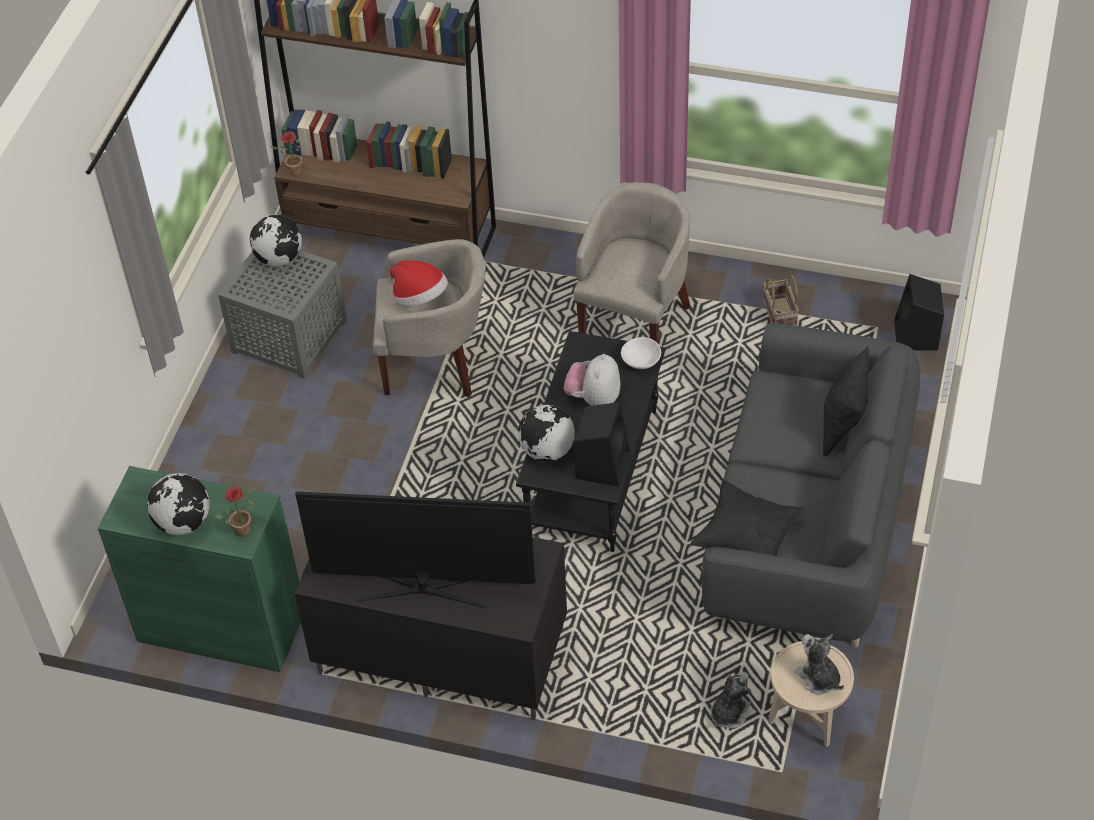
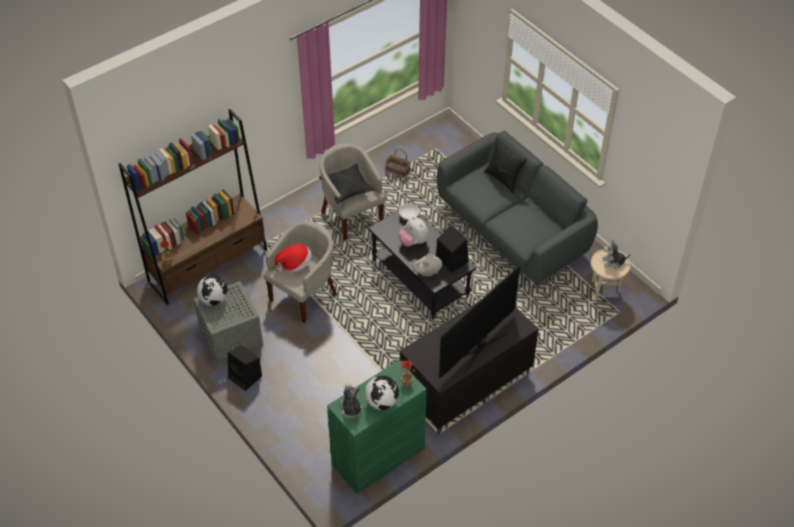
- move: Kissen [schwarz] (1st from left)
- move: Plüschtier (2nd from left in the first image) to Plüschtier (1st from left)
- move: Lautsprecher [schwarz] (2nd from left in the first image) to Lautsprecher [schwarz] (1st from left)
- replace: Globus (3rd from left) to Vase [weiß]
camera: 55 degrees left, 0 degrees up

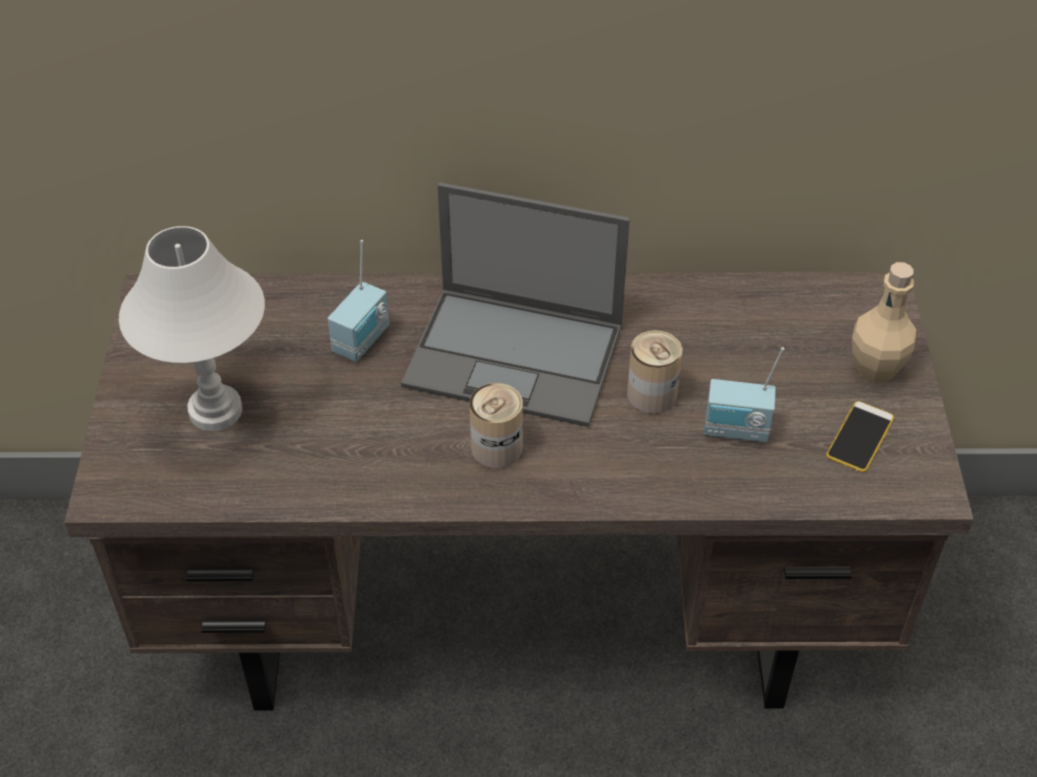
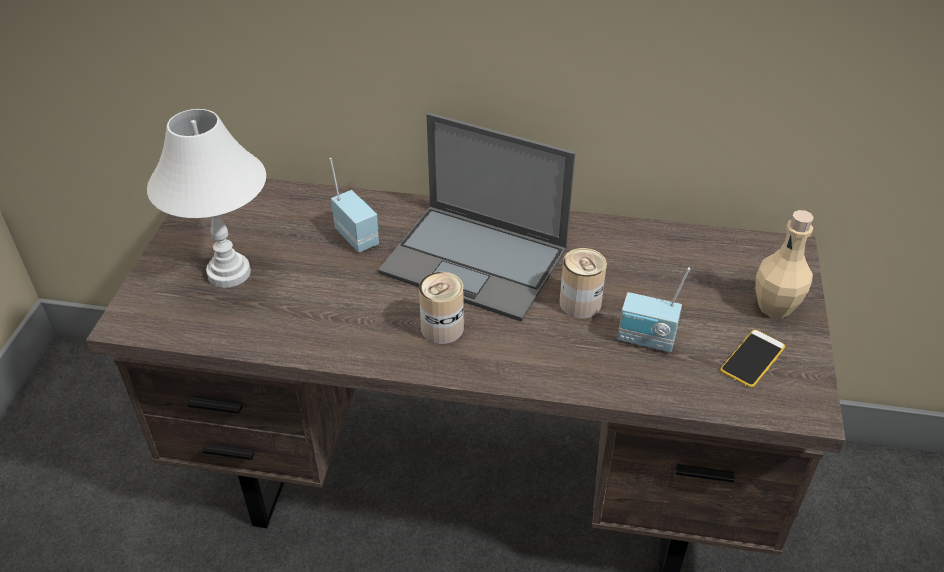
- rotate: Radio (1st from left) 75 degrees counterclockwise
camera: 10 degrees right, 5 degrees down

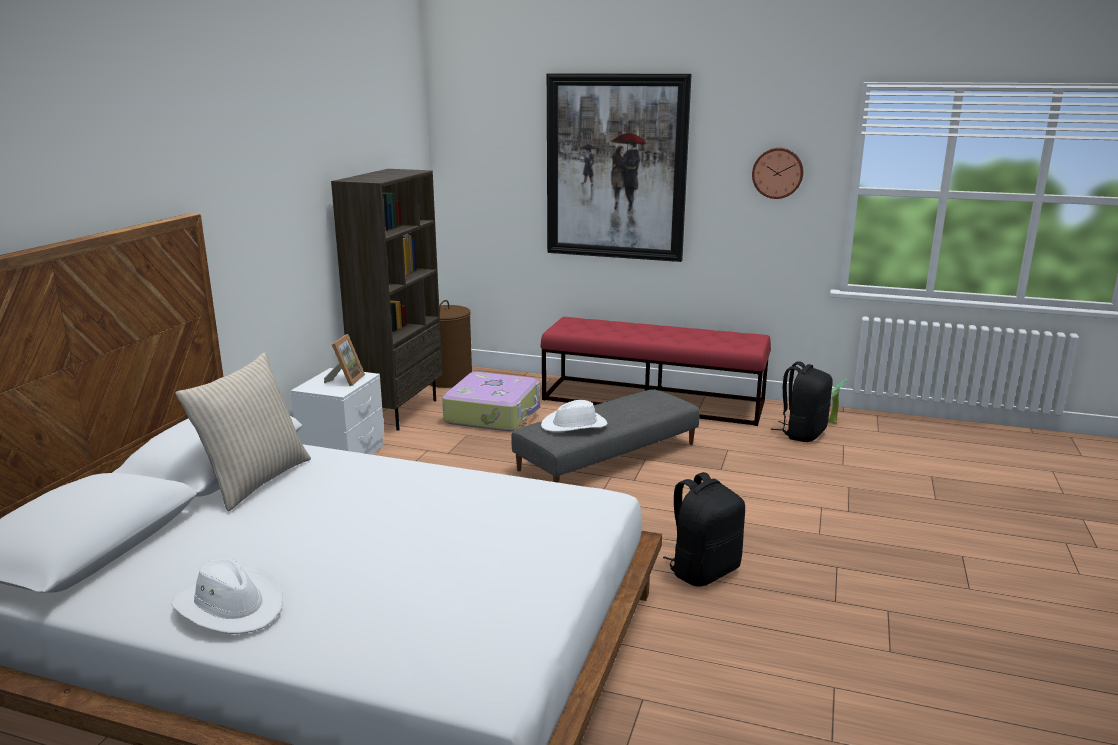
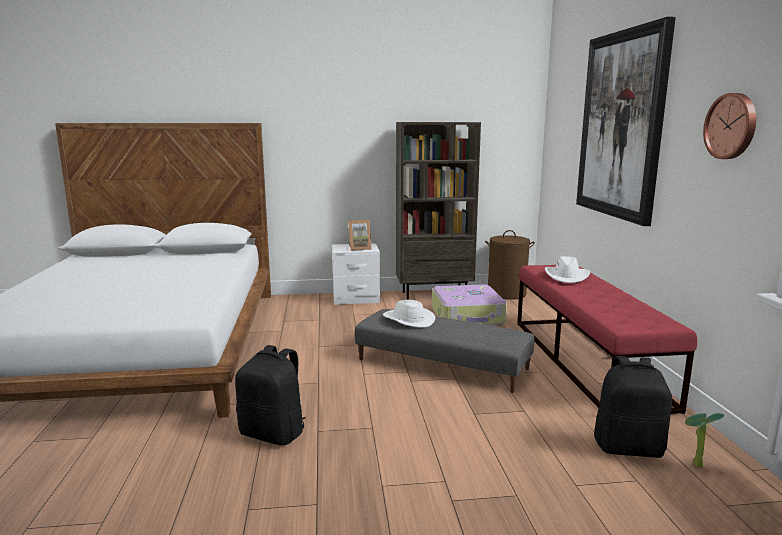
- delete: Kissen [beige]
- move: Hut [weiß] (1st from left in the first image) to Hut [weiß] (2nd from left)
camera: 65 degrees right, 5 degrees down

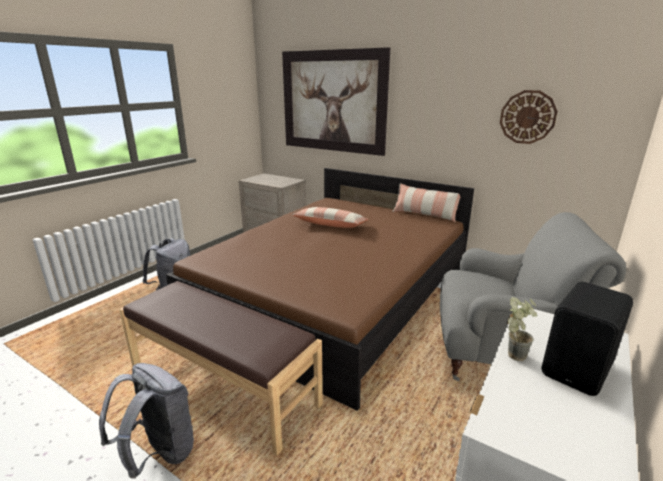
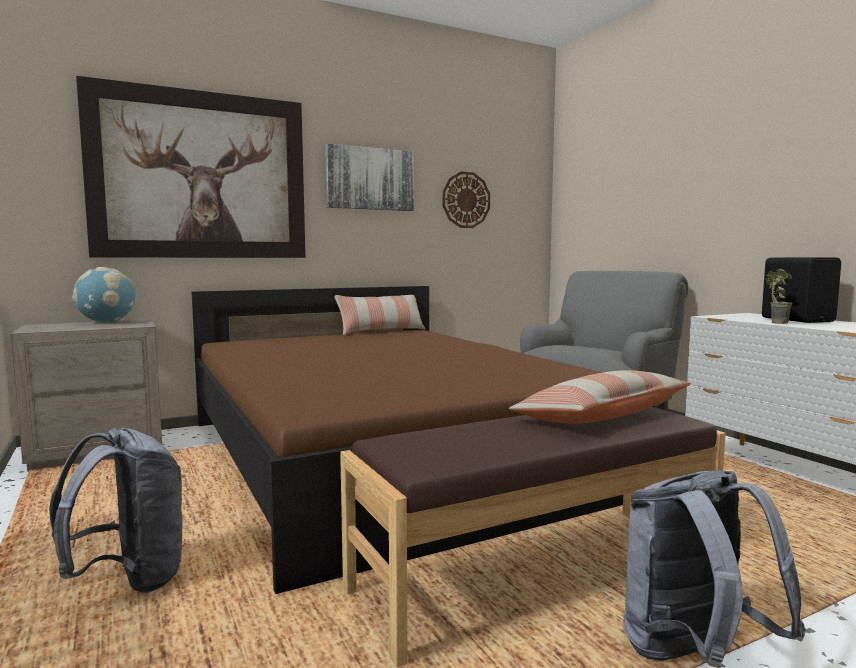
- insert: Globus
- insert: Bild (2nd from left)
- move: Kissen (1st from left in the first image) to Kissen (2nd from left)
camera: 60 degrees left, 15 degrees down

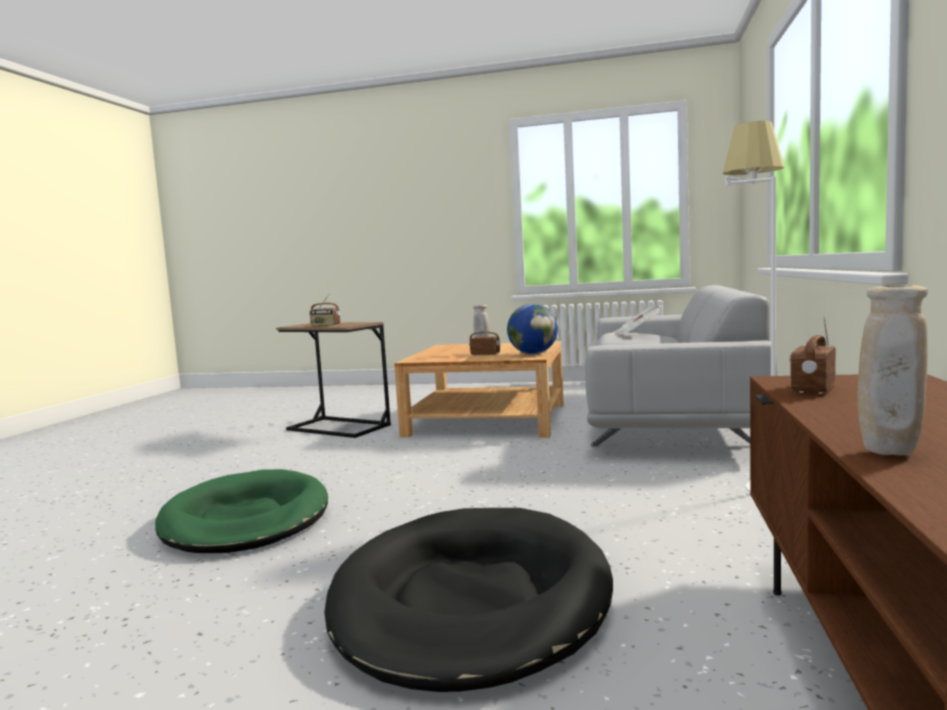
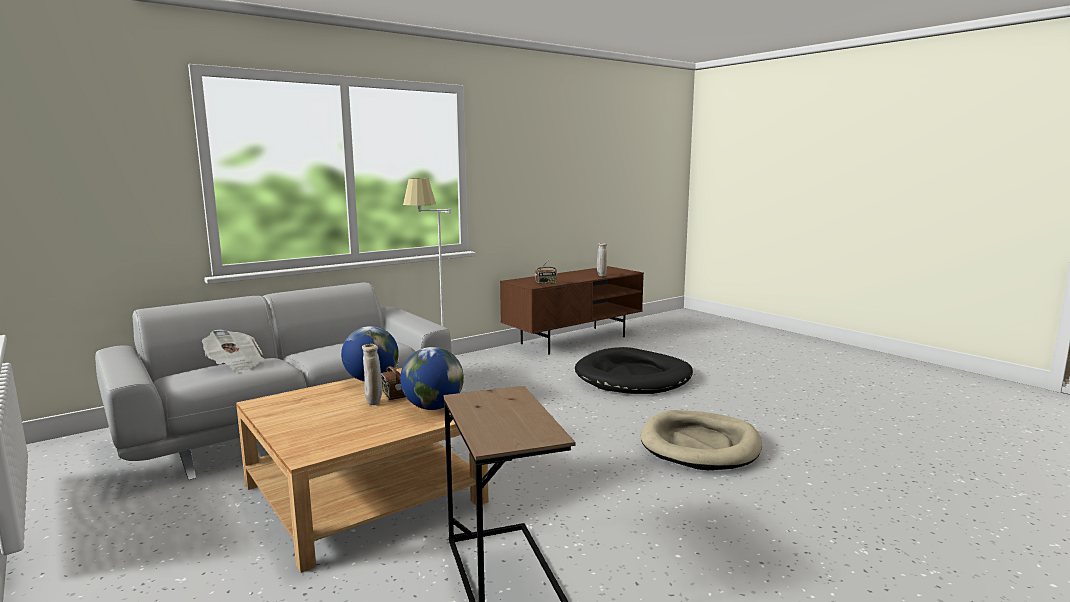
- delete: Radio (1st from left)
- insert: Globus (2nd from left)
- recolor: Hundebett [grün] to Hundebett [beige]
camera: 140 degrees left, 5 degrees up

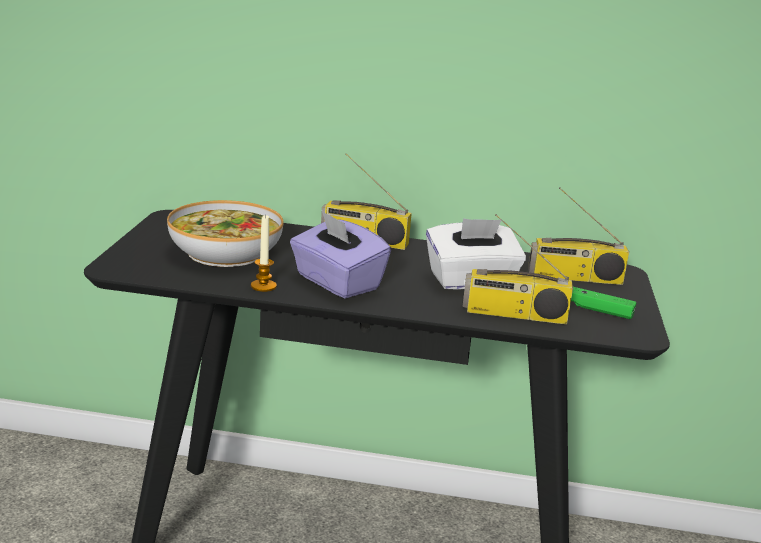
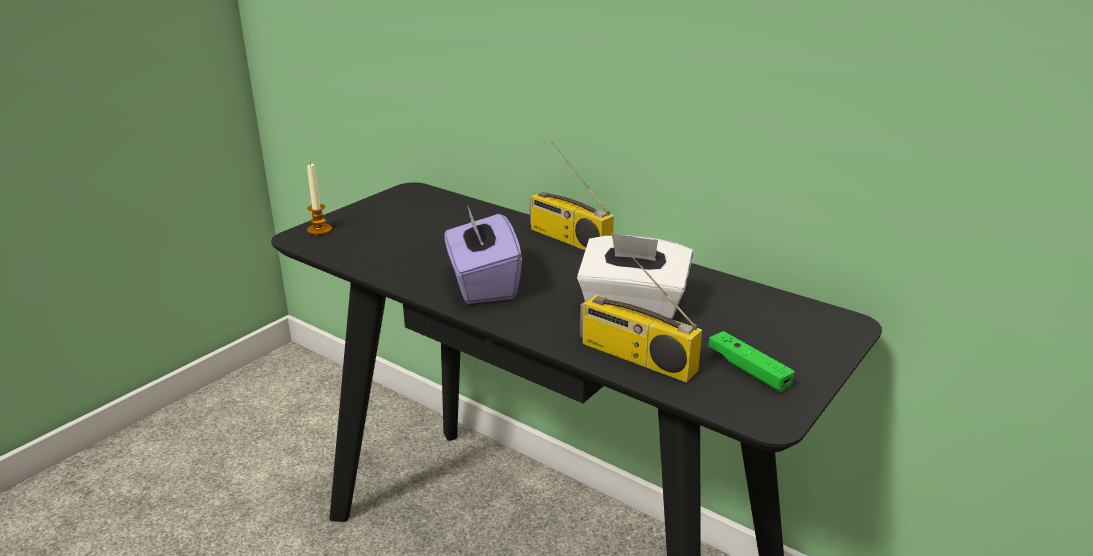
- delete: Schüssel
- delete: Radio (3rd from left)
- move: Kerze
camera: 30 degrees right, 5 degrees up

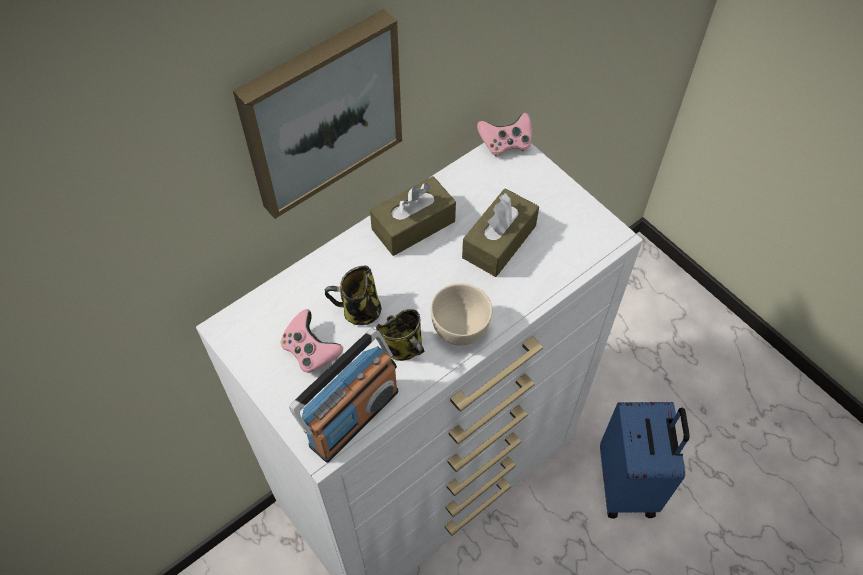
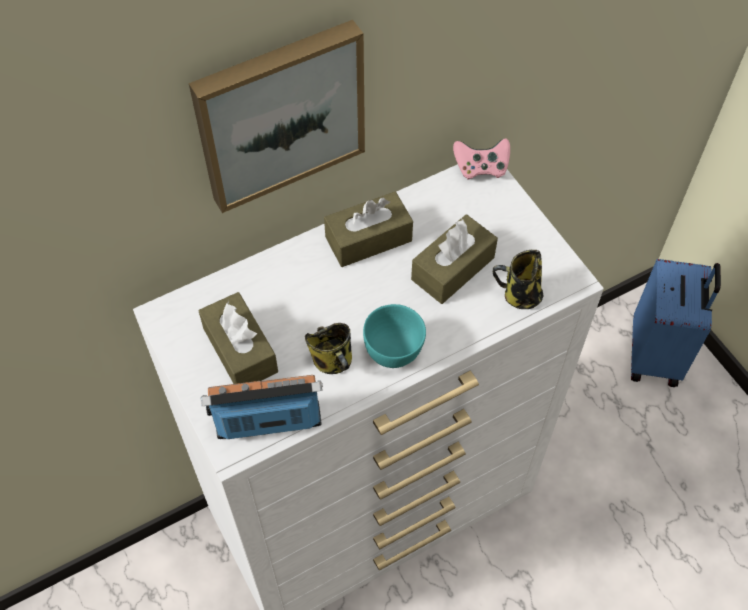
- move: Henkelbecher (1st from left in the first image) to Henkelbecher (2nd from left)
- move: Koffer [blau]
- replace: Gamepad [rosa] (1st from left) to Taschentuchbox [braun] (1st from left)
- recolor: Schüssel [beige] to Schüssel [türkis]
- rotate: Radio 150 degrees counterclockwise
camera: 10 degrees right, 0 degrees up

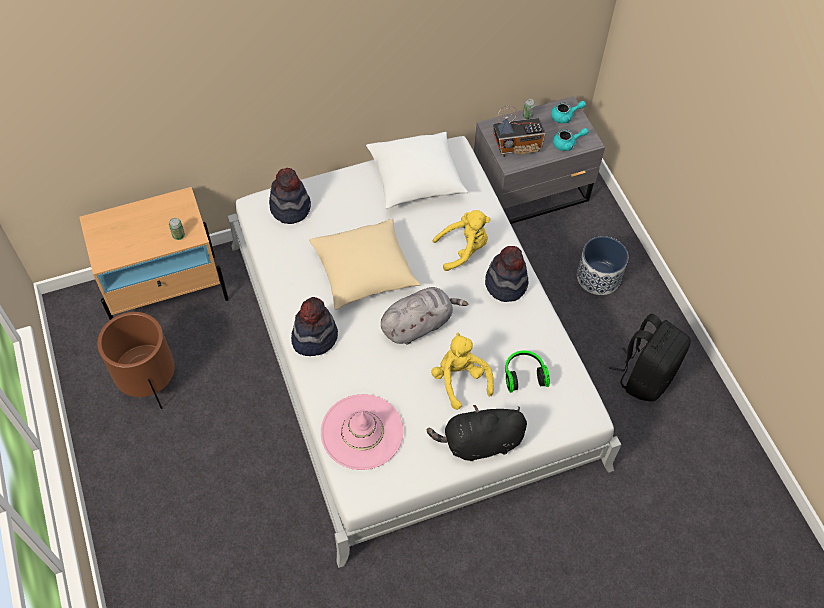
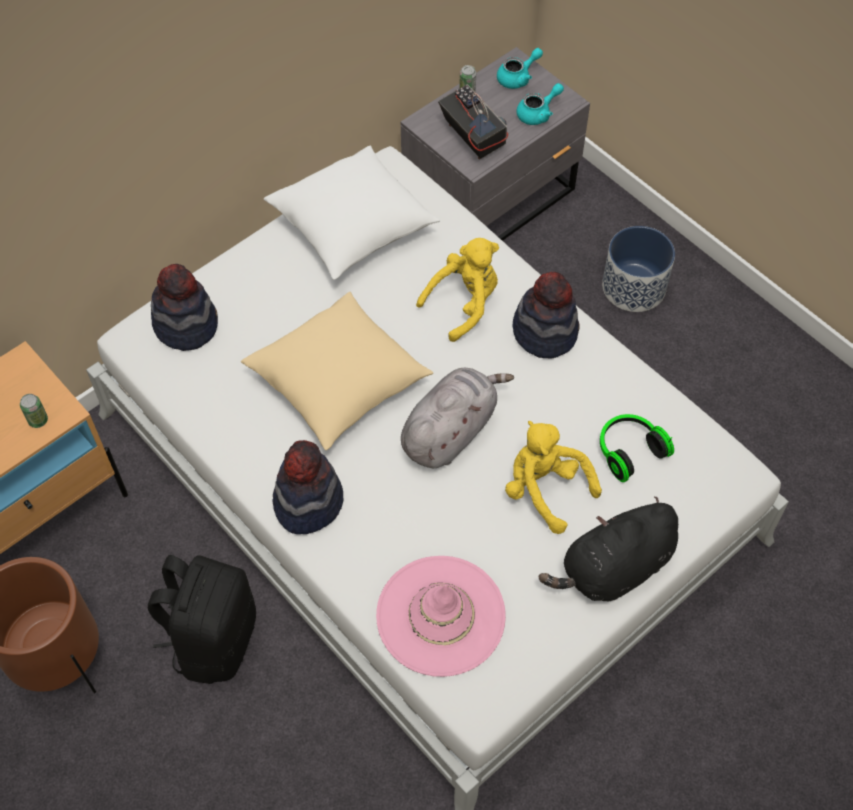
- move: Rucksack [schwarz]
- rotate: Radio 90 degrees counterclockwise
camera: 20 degrees left, 0 degrees up

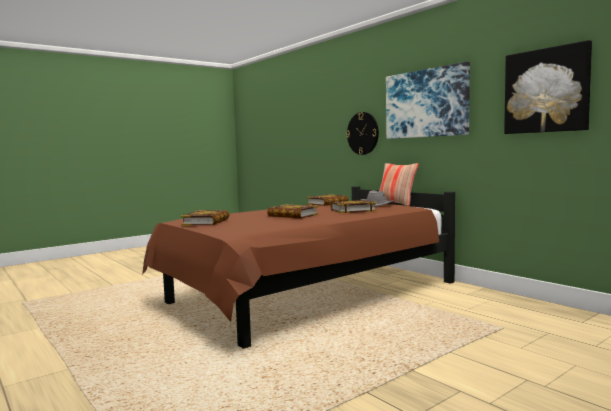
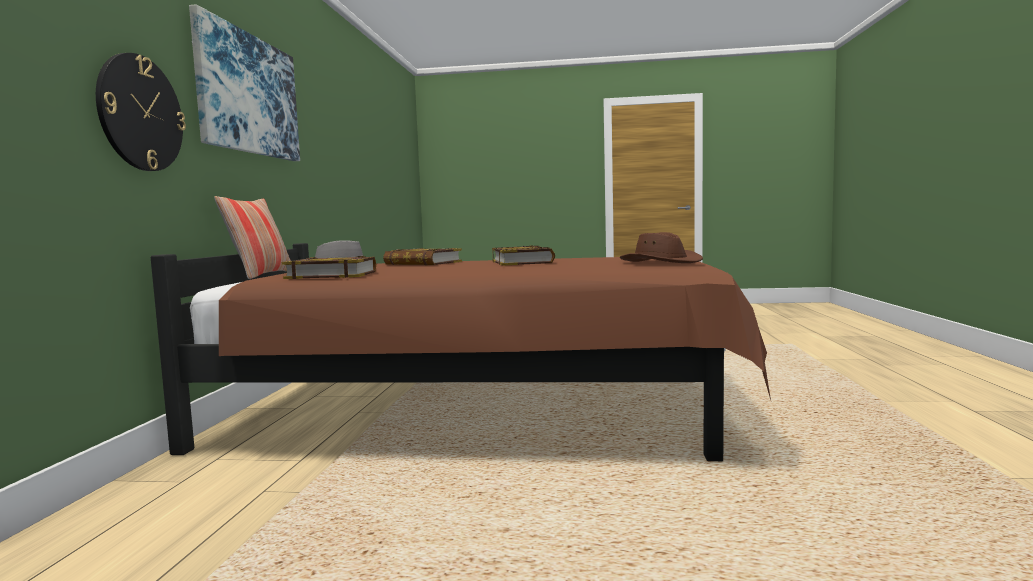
- delete: Bild (2nd from left)
- replace: Buch (1st from left) to Hut [braun]
camera: 135 degrees left, 0 degrees up

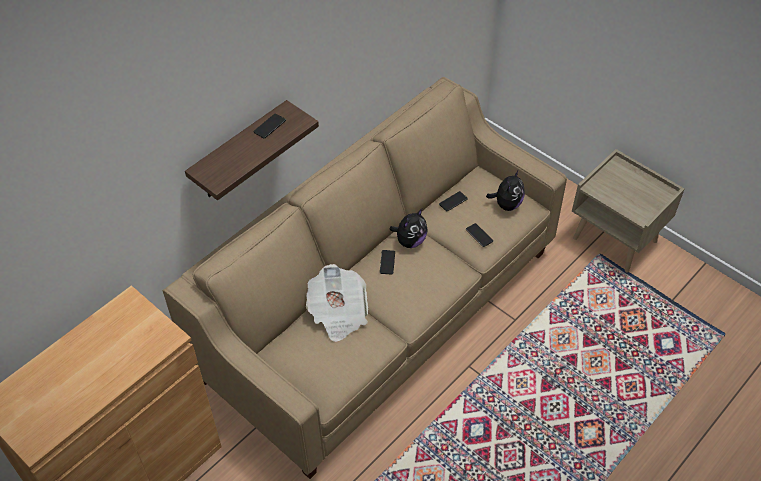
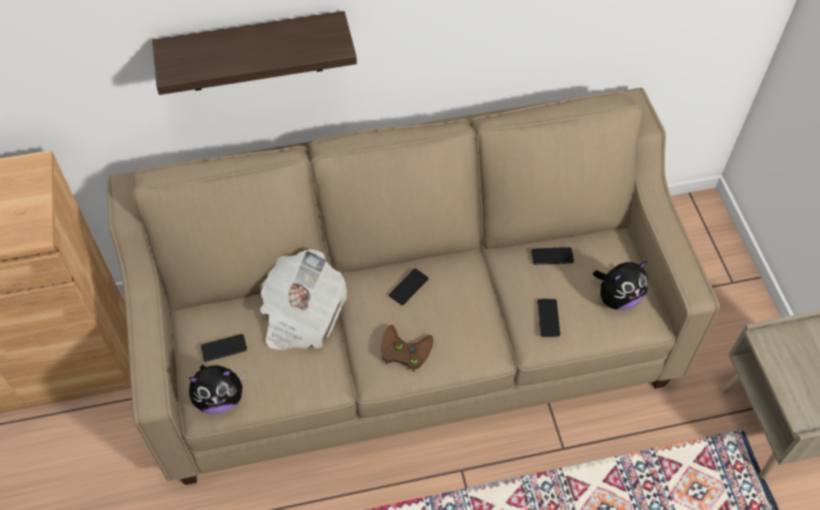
- insert: Gamepad [braun]
- move: Handy (1st from left)
- move: Plüschtier (1st from left)
camera: 35 degrees right, 5 degrees up

